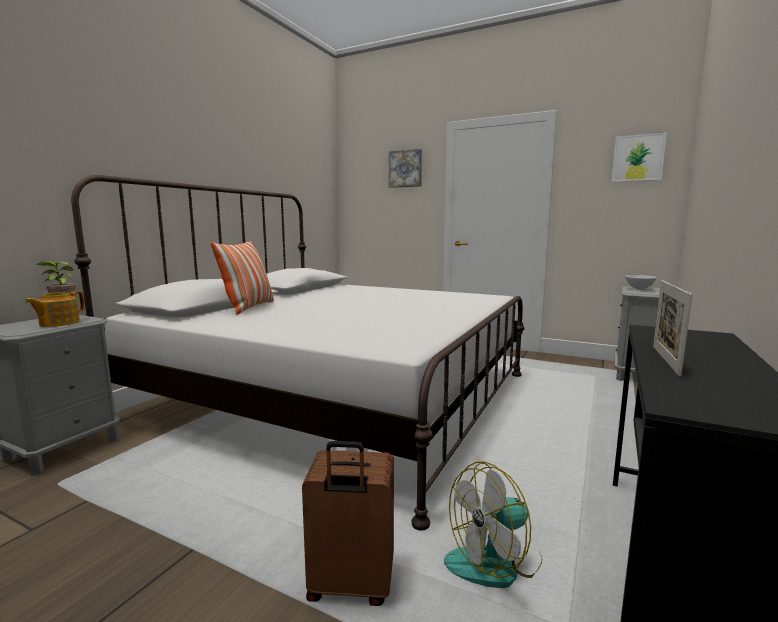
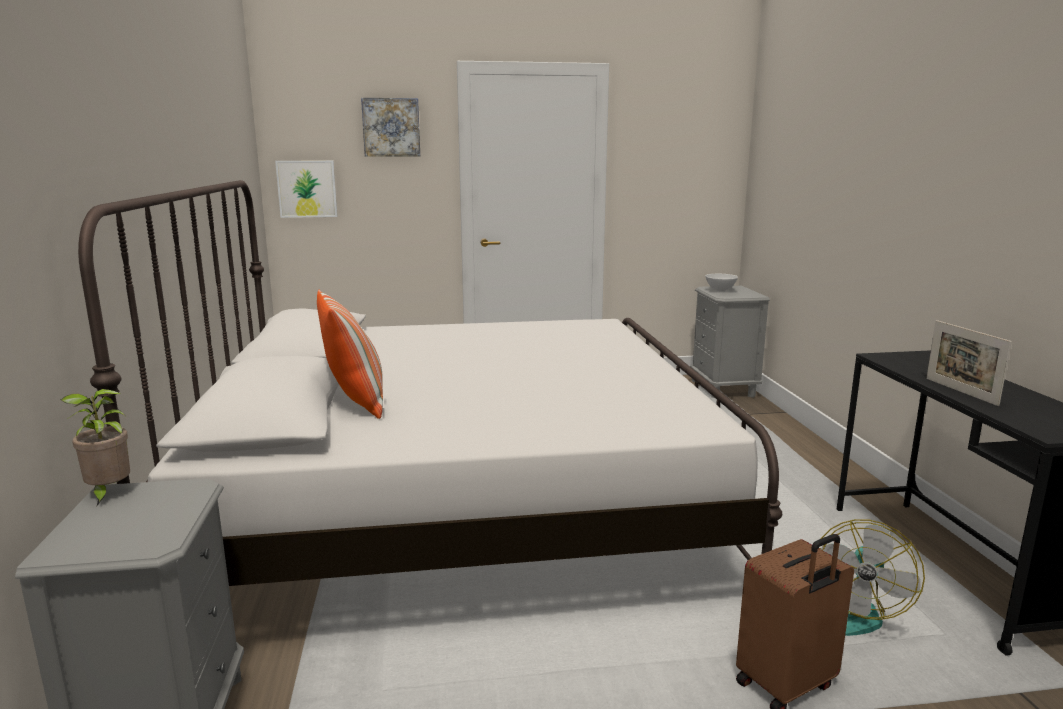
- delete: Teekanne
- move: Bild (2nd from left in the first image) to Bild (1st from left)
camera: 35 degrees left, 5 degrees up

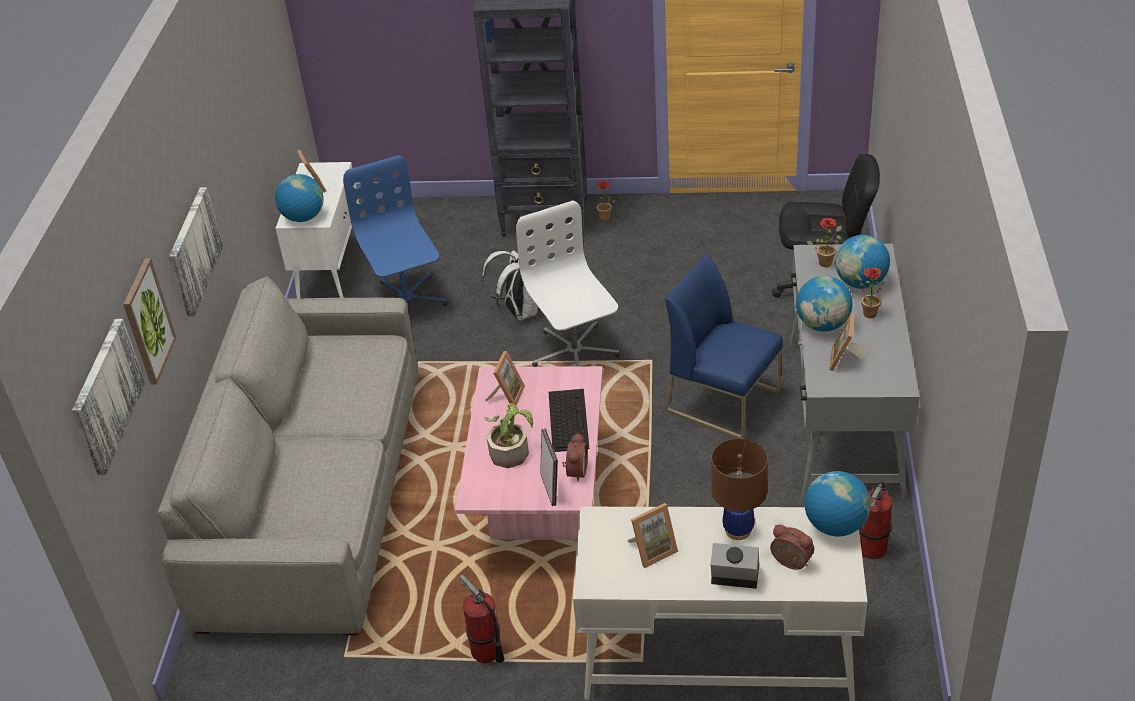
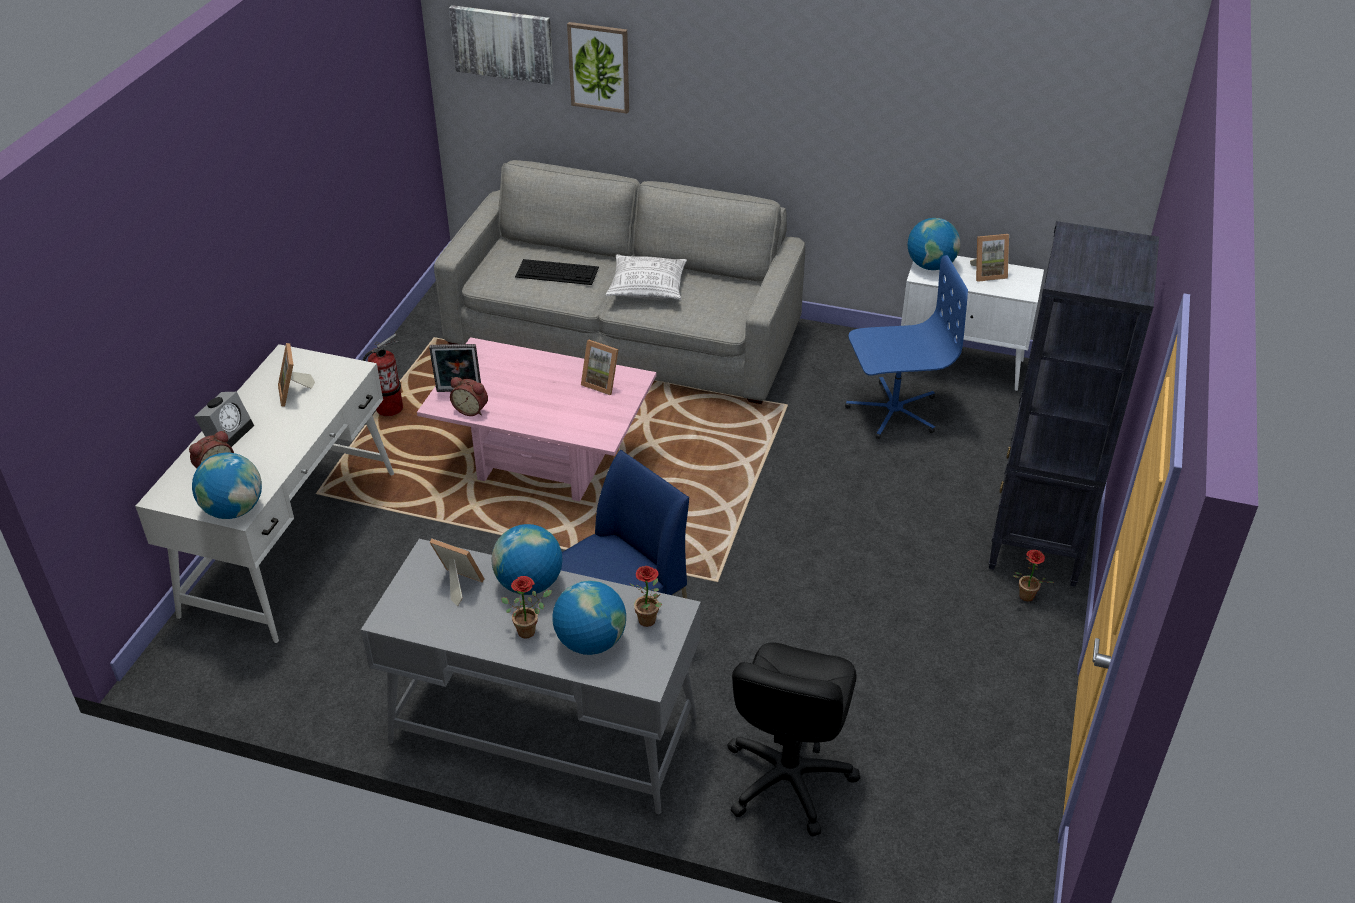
- delete: Bild (3rd from left)
- delete: Rucksack [weiß]
- delete: Topfpflanze (1st from left)
- delete: Bürostuhl [weiß]
- delete: Tischlampe [braun]
- delete: Feuerlöscher (2nd from left)
- insert: Kissen
- move: Tastatur
camera: 100 degrees right, 0 degrees up

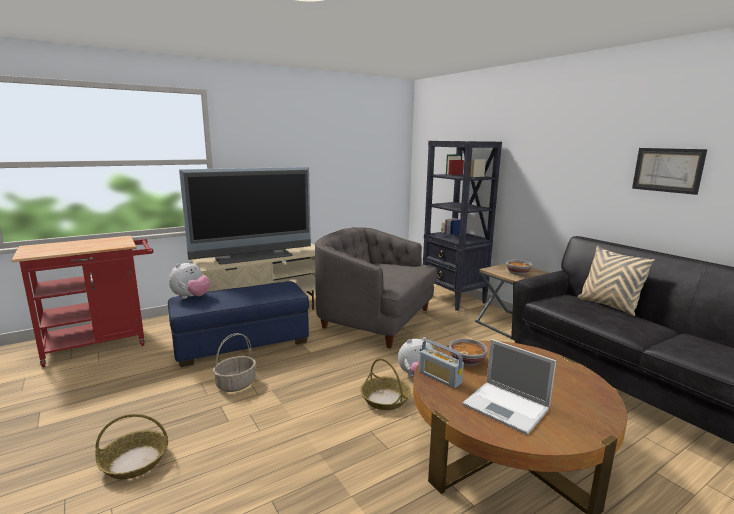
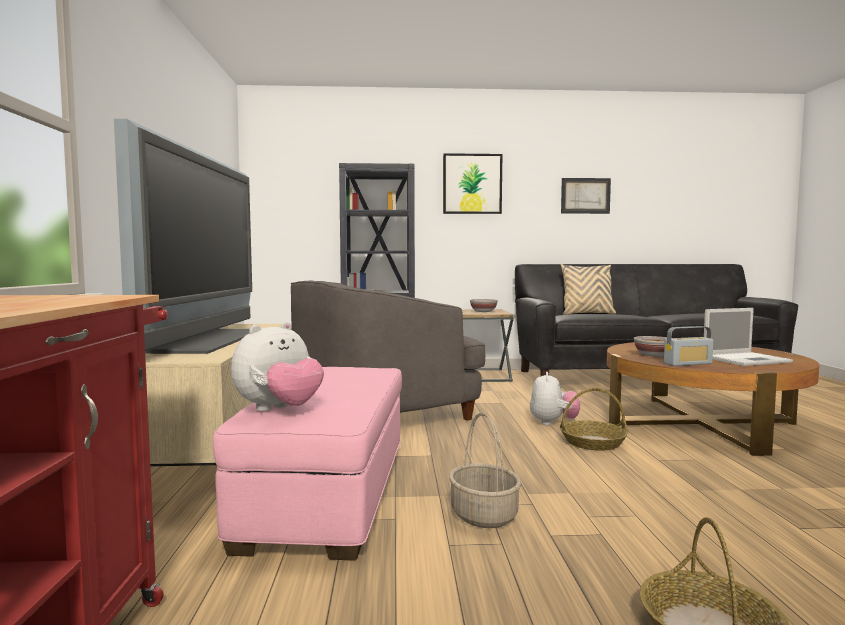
- insert: Bild (1st from left)
- recolor: Polsterhocker [blau] to Polsterhocker [rosa]
- rotate: Plüschtier (1st from left) 75 degrees clockwise
camera: 60 degrees left, 10 degrees down

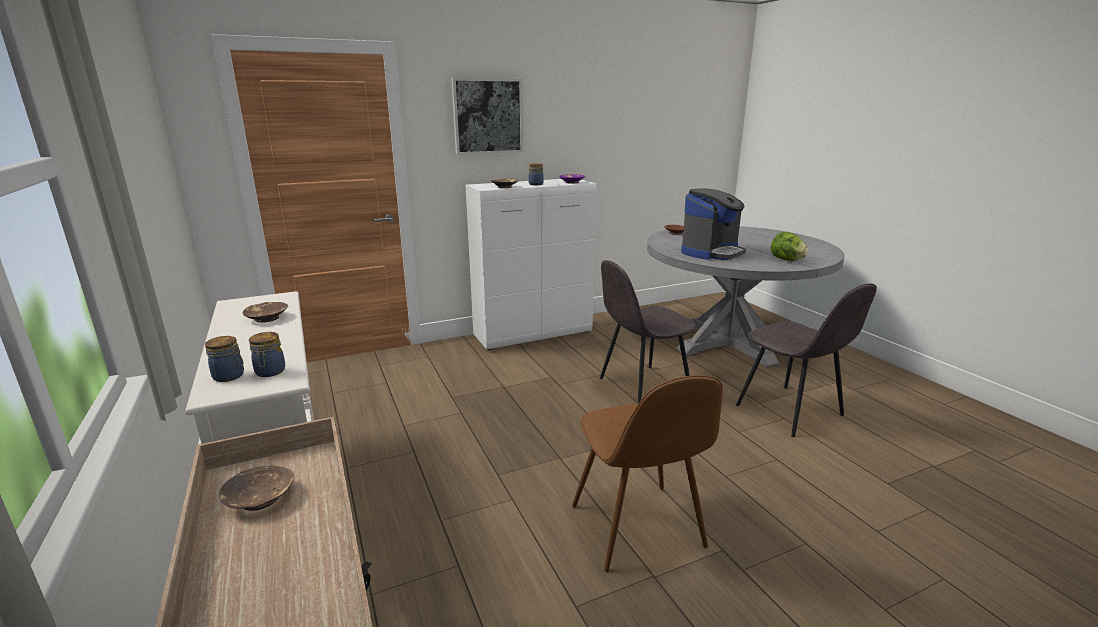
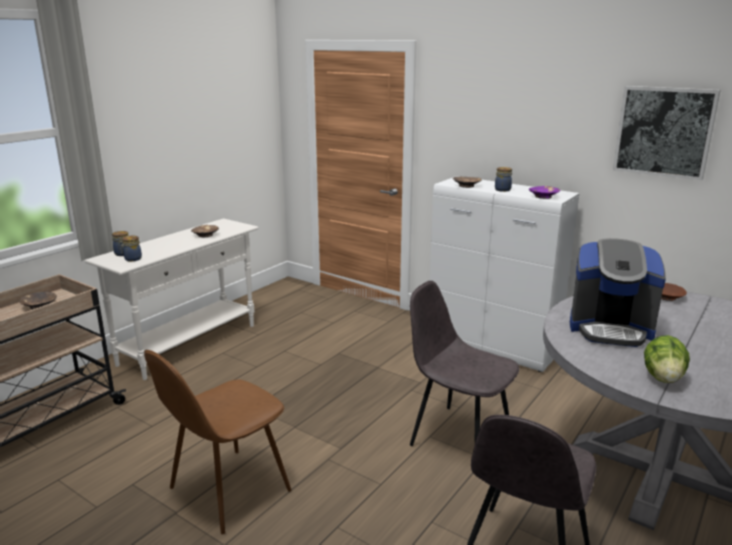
- move: Bild
camera: 60 degrees right, 0 degrees up

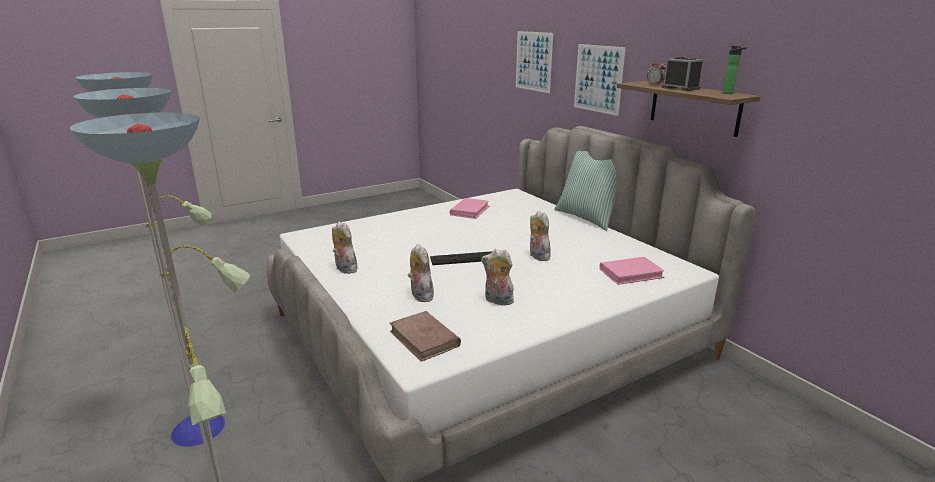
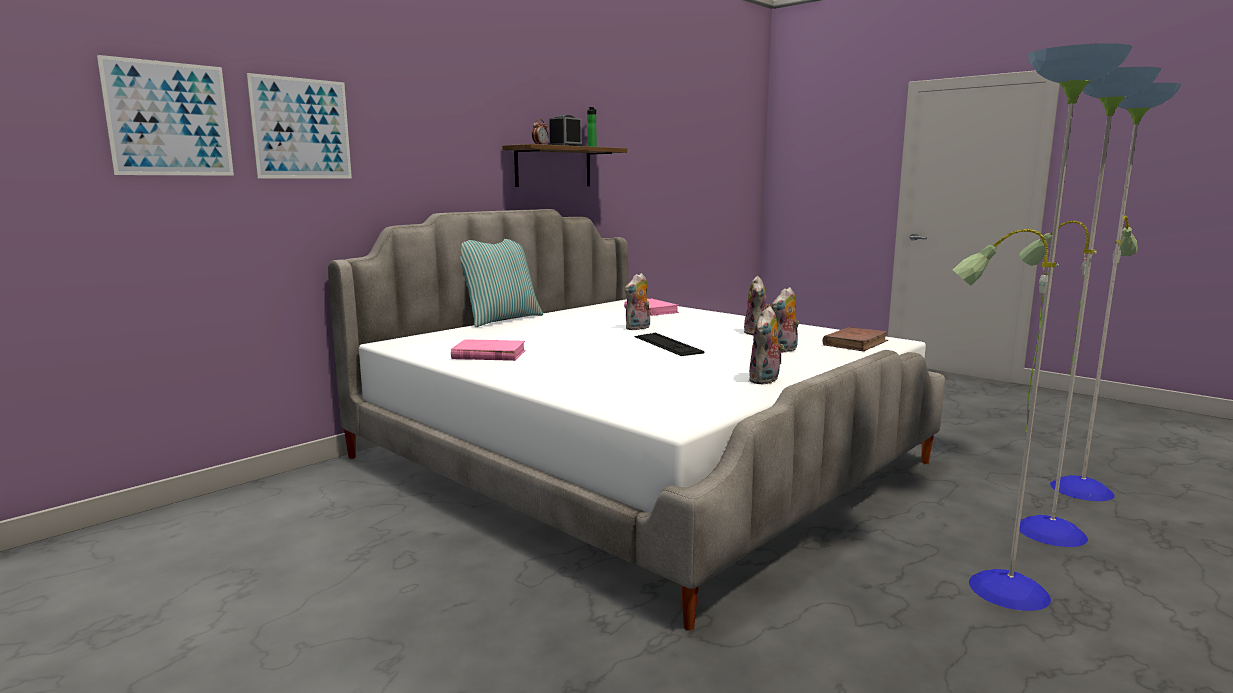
- move: Bild (2nd from left in the first image) to Bild (1st from left)
camera: 105 degrees left, 10 degrees down

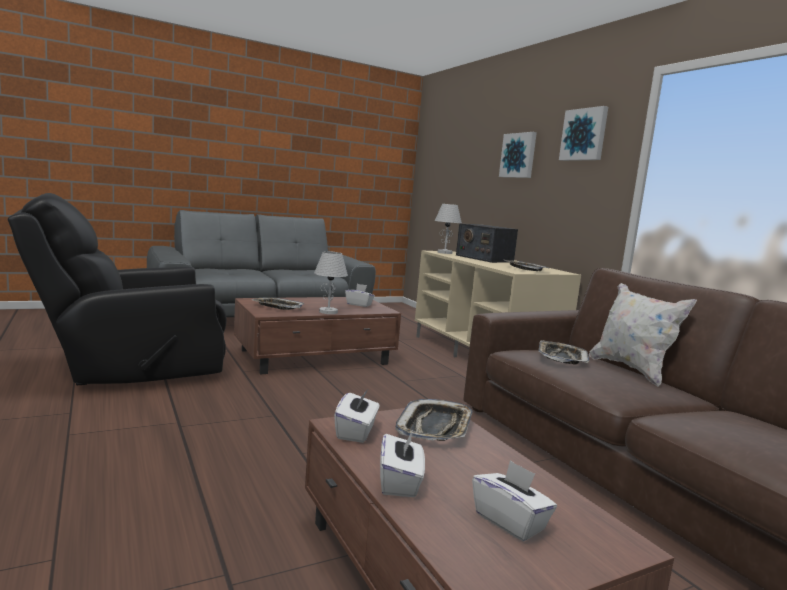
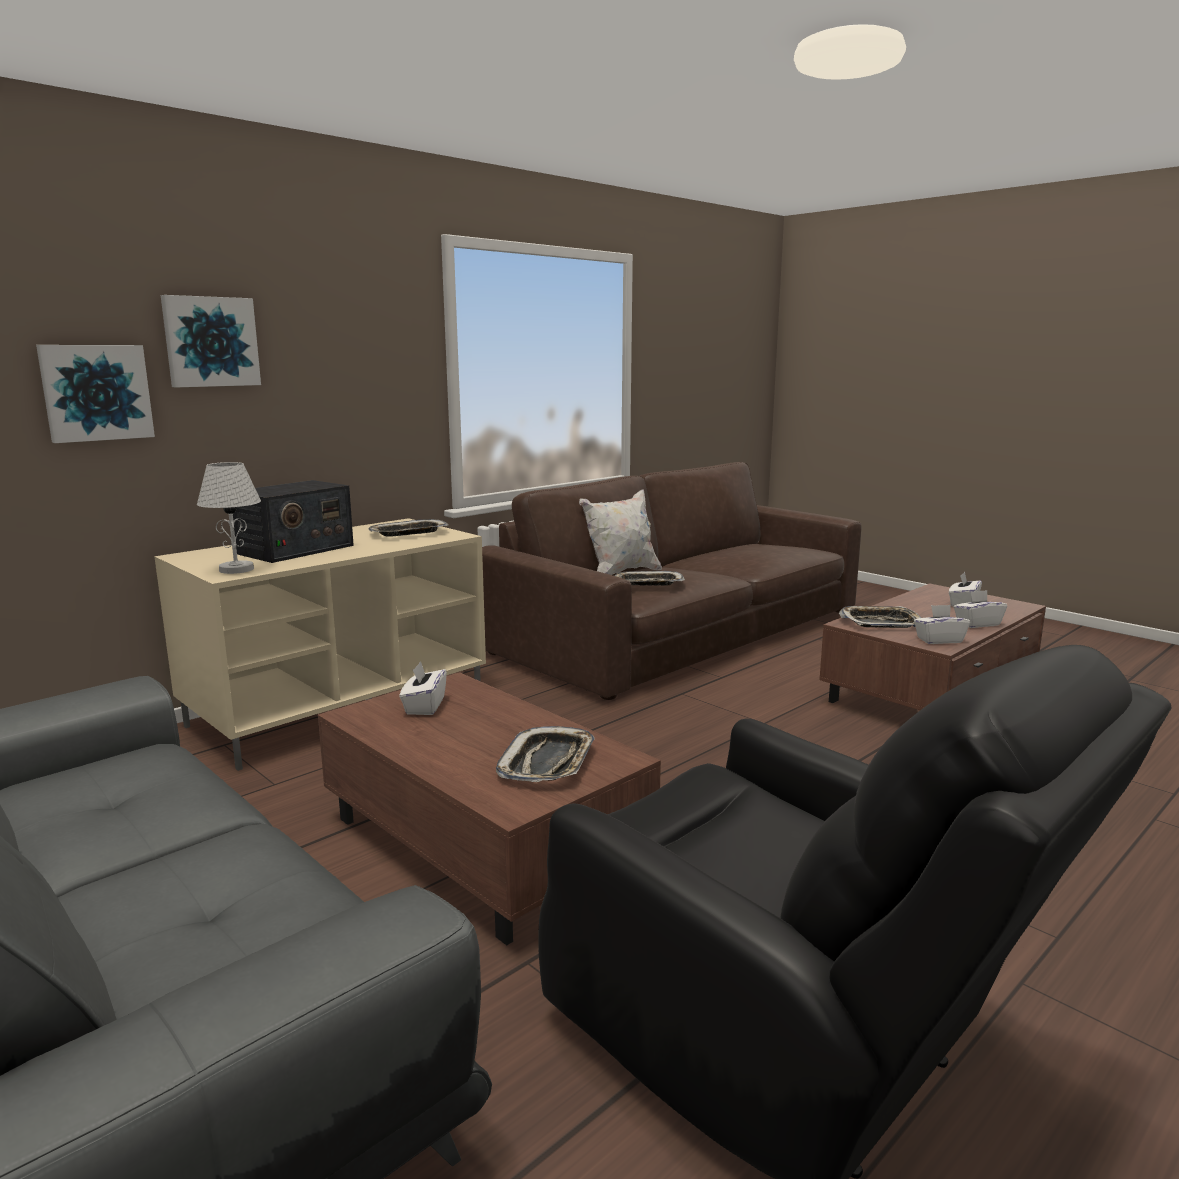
- delete: Tischlampe [weiß] (1st from left)
- move: Bild (2nd from left in the first image) to Bild (1st from left)
camera: 105 degrees left, 5 degrees up

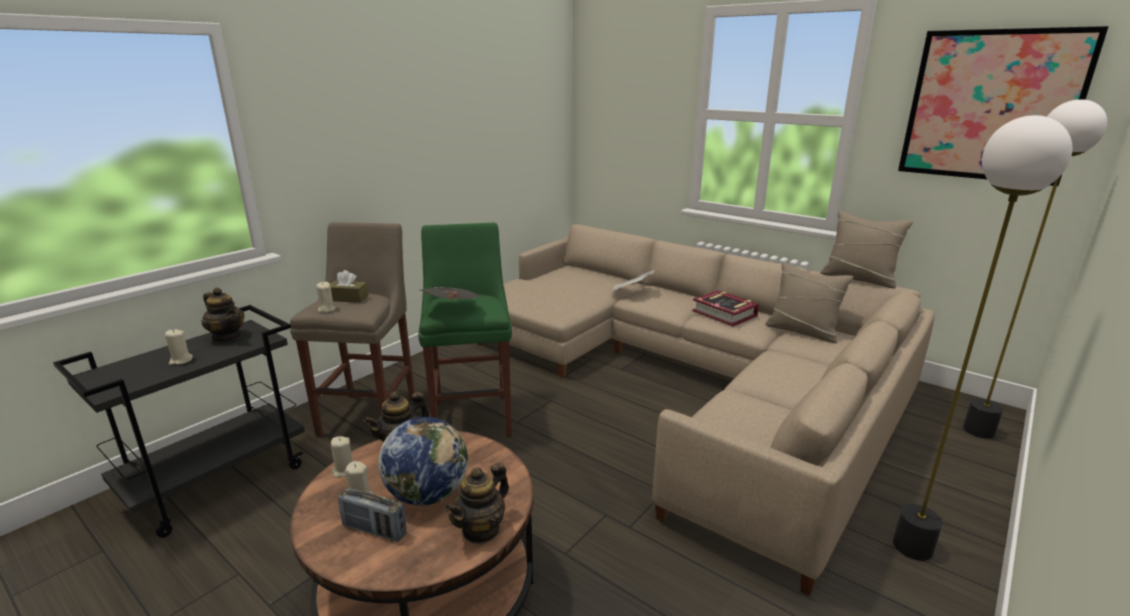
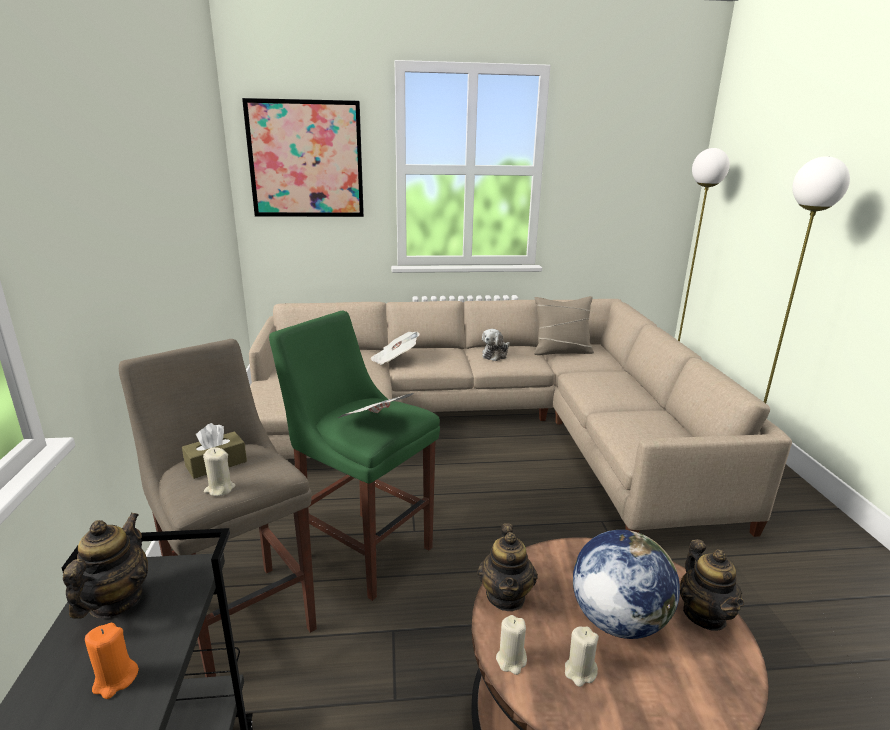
- delete: Radio
- delete: Kissen [beige] (2nd from left)
- move: Bild
- replace: Buch to Plüschtier
- recolor: Kerze [beige] (1st from left) to Kerze [orange]
- rotate: Teekanne (1st from left) 75 degrees counterclockwise
camera: 45 degrees left, 0 degrees up

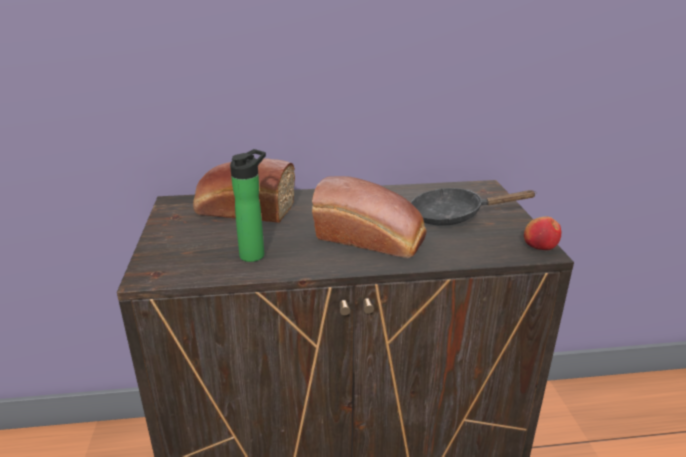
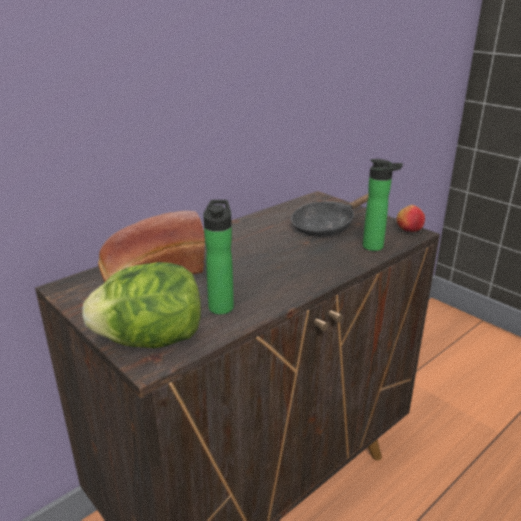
- delete: Brot (2nd from left)
- insert: Salatkopf
- insert: Flasche (2nd from left)
camera: 35 degrees left, 0 degrees up

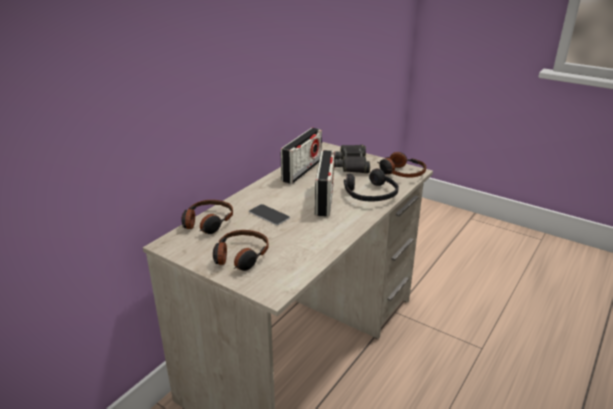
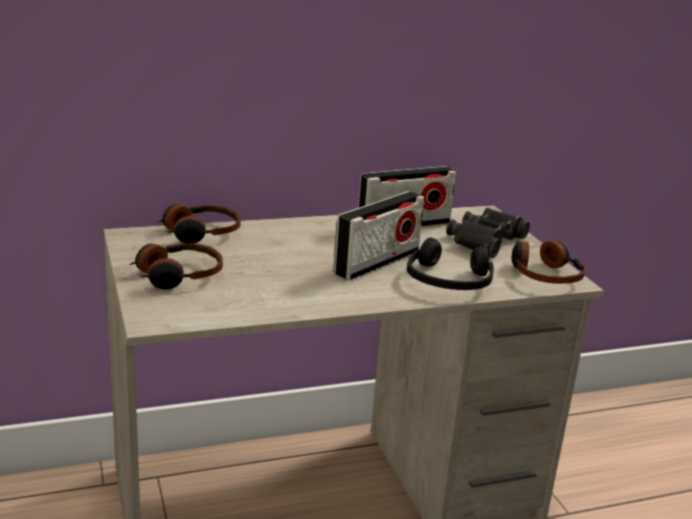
- delete: Handy
camera: 35 degrees right, 5 degrees down

